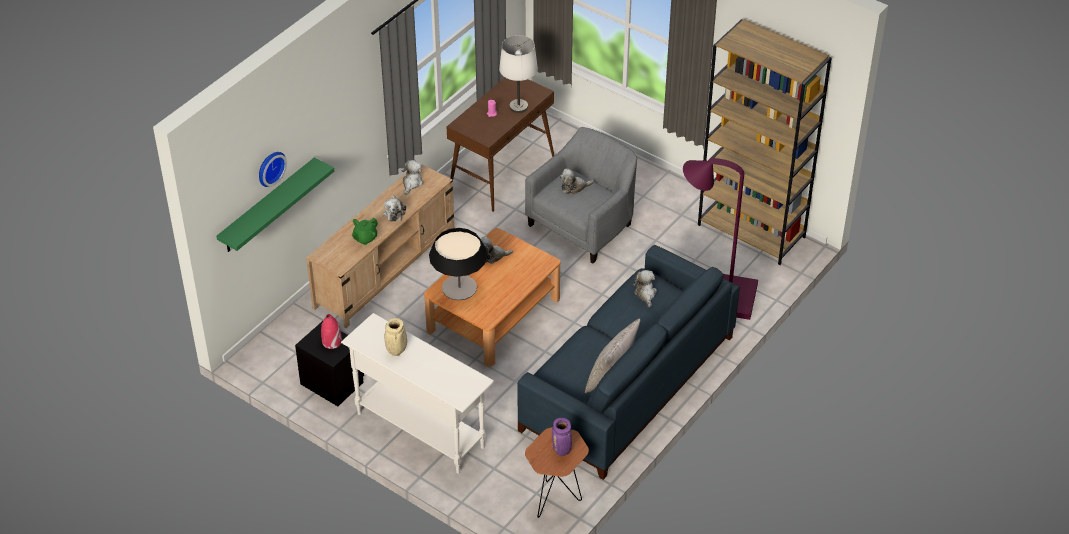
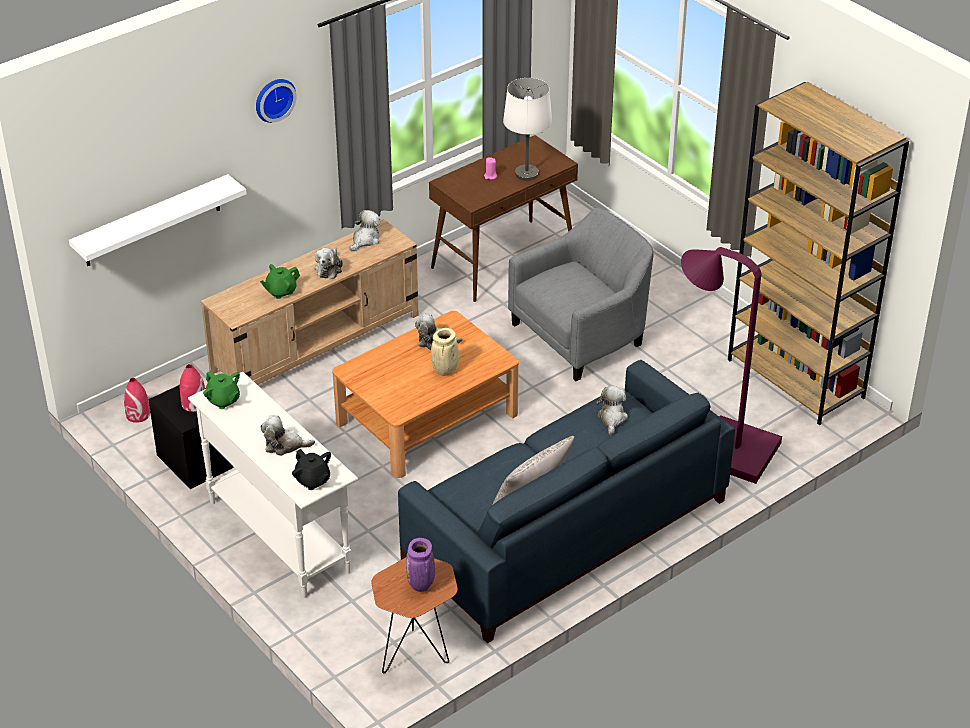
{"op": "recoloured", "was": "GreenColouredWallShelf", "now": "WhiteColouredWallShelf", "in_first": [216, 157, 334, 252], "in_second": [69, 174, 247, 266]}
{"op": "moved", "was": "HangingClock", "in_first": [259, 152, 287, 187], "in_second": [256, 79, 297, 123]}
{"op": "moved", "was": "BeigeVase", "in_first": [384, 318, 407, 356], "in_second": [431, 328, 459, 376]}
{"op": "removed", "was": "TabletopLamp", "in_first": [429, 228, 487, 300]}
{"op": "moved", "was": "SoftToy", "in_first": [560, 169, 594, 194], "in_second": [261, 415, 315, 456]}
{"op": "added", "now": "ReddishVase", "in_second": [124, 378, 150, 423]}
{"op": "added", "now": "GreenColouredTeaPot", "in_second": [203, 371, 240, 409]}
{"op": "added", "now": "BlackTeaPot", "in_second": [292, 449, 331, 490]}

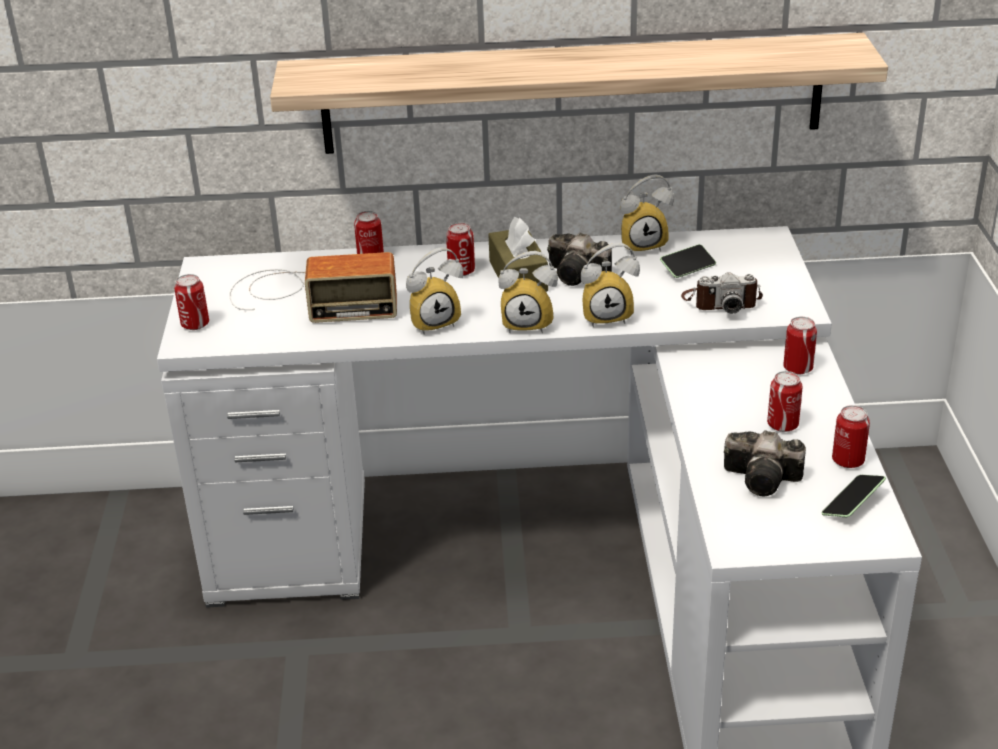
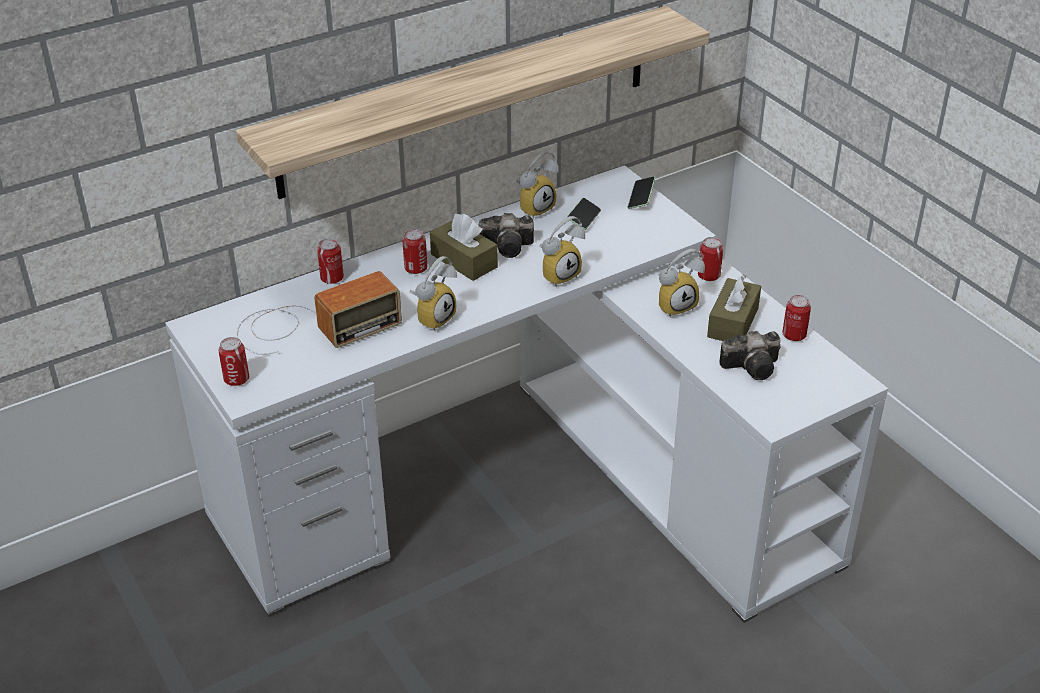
{"op": "moved", "was": "TableClock", "in_first": [498, 251, 558, 333], "in_second": [659, 249, 705, 318]}
{"op": "removed", "was": "StillCamera", "in_first": [681, 272, 763, 314]}
{"op": "replaced", "was": "MetalCan", "now": "BrownishTissueBox", "in_first": [767, 371, 803, 432], "in_second": [707, 274, 761, 341]}
{"op": "moved", "was": "Telephone", "in_first": [822, 475, 886, 517], "in_second": [628, 176, 655, 209]}

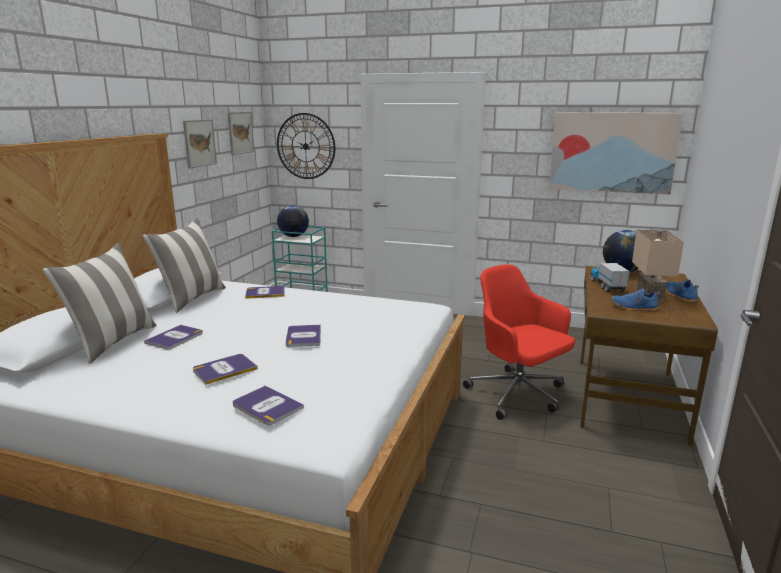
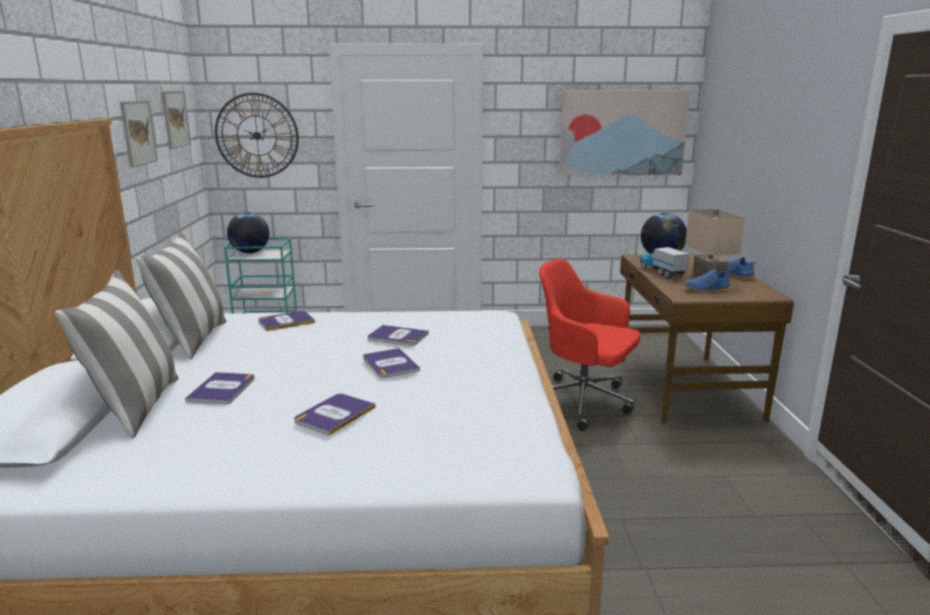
{"op": "moved", "was": "Volume", "in_first": [233, 386, 304, 425], "in_second": [368, 325, 429, 346]}

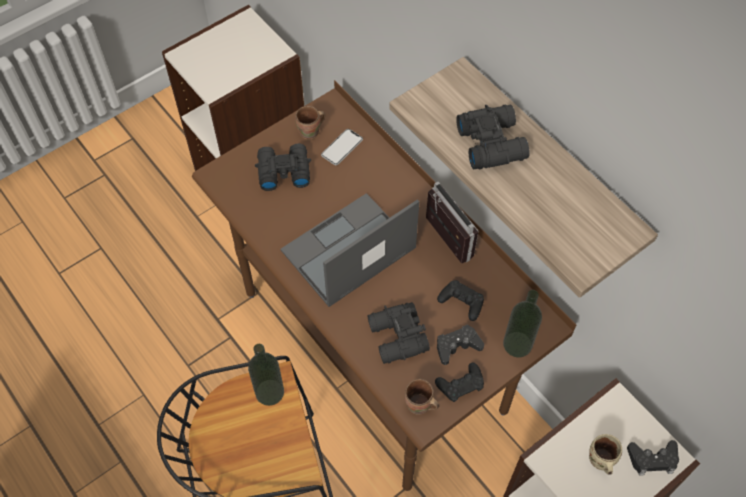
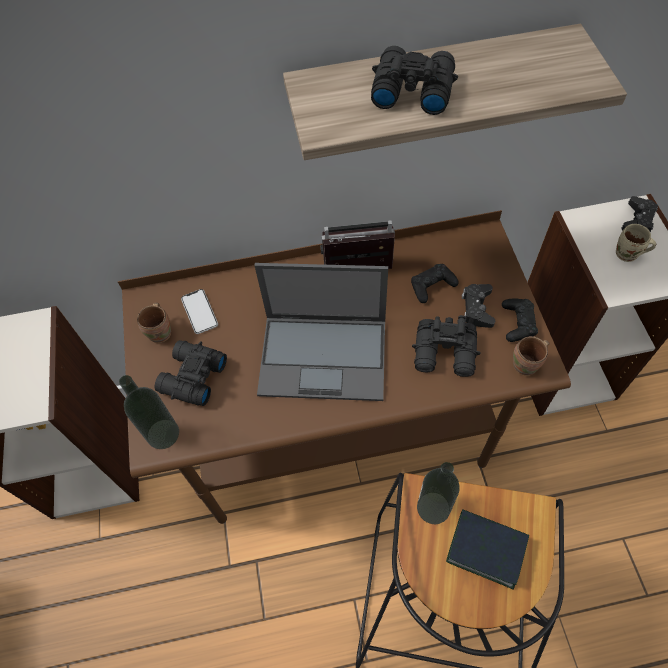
{"op": "turned", "was": "PortableComputer", "in_first": [280, 193, 419, 307], "in_second": [254, 263, 388, 401], "clockwise": -75}
{"op": "moved", "was": "DrinkBottle", "in_first": [503, 290, 542, 357], "in_second": [119, 375, 179, 449]}
{"op": "added", "now": "Volume", "in_second": [446, 509, 529, 590]}

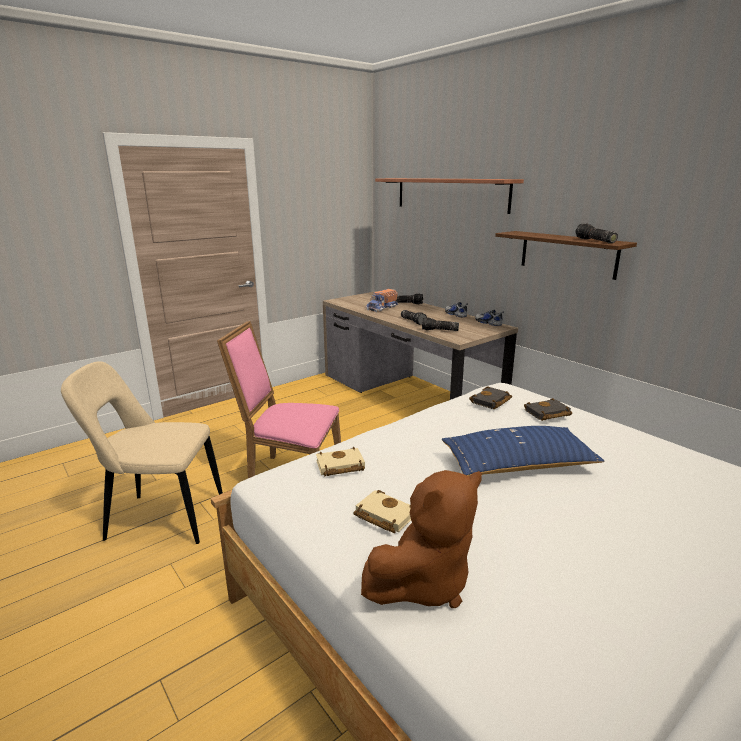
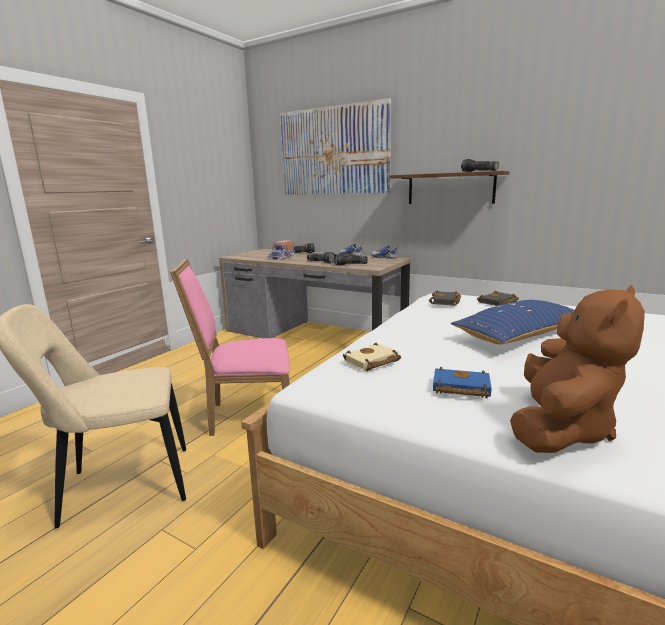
{"op": "recoloured", "was": "BeigeVolume", "now": "BlueColouredVolume", "in_first": [354, 490, 411, 533], "in_second": [433, 367, 492, 398]}
{"op": "replaced", "was": "WallShelf", "now": "Picture", "in_first": [375, 178, 524, 214], "in_second": [280, 98, 391, 195]}

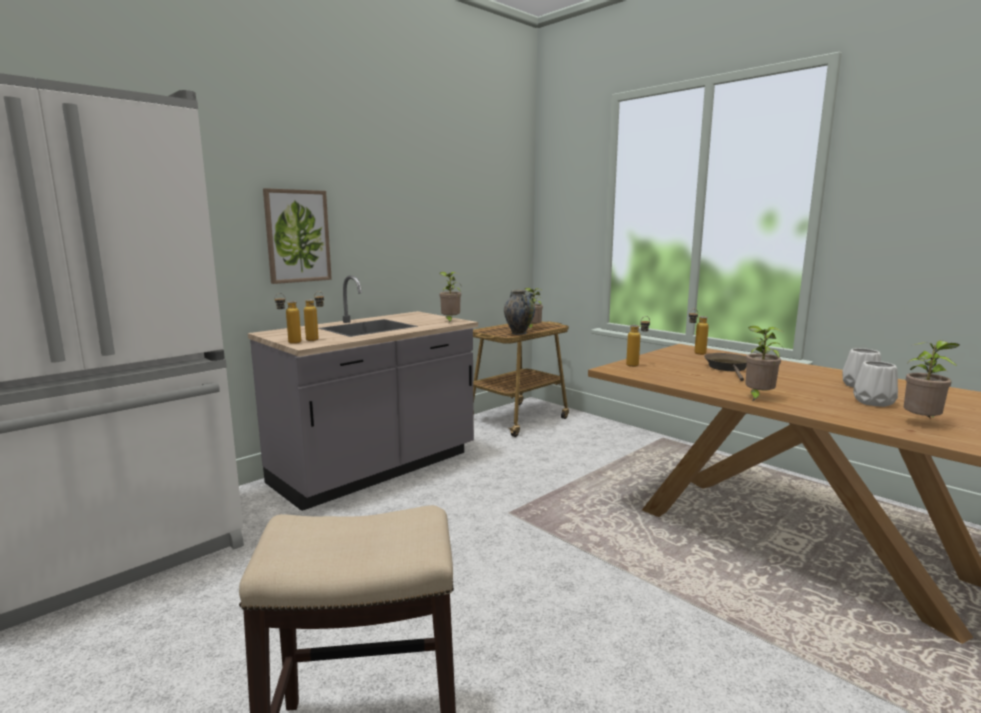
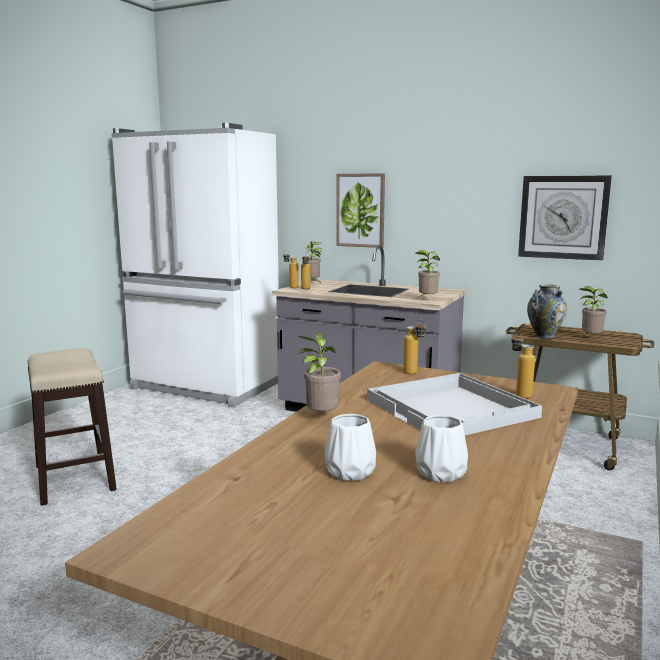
{"op": "replaced", "was": "BrownishSkillet", "now": "WhiteColouredCarryingTray", "in_first": [704, 353, 747, 381], "in_second": [367, 373, 542, 435]}
{"op": "moved", "was": "PottedPlant", "in_first": [904, 340, 959, 419], "in_second": [302, 241, 322, 284]}
{"op": "added", "now": "HangingClock", "in_second": [518, 176, 612, 261]}

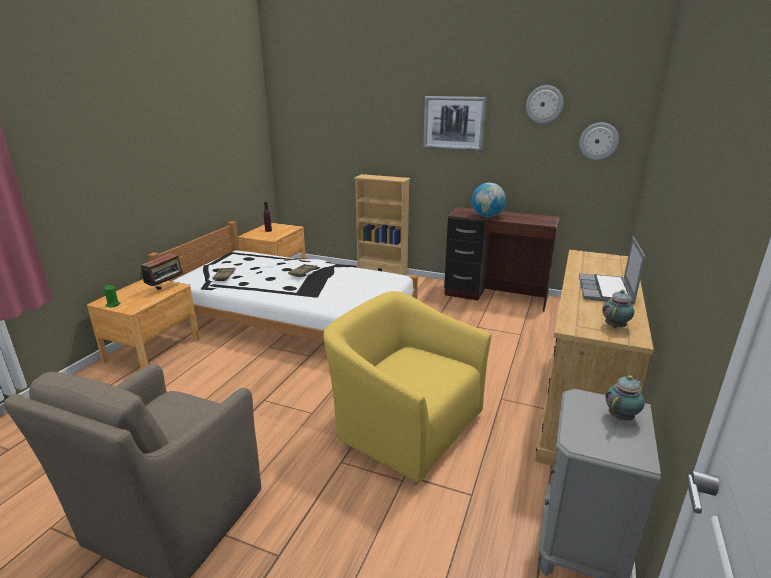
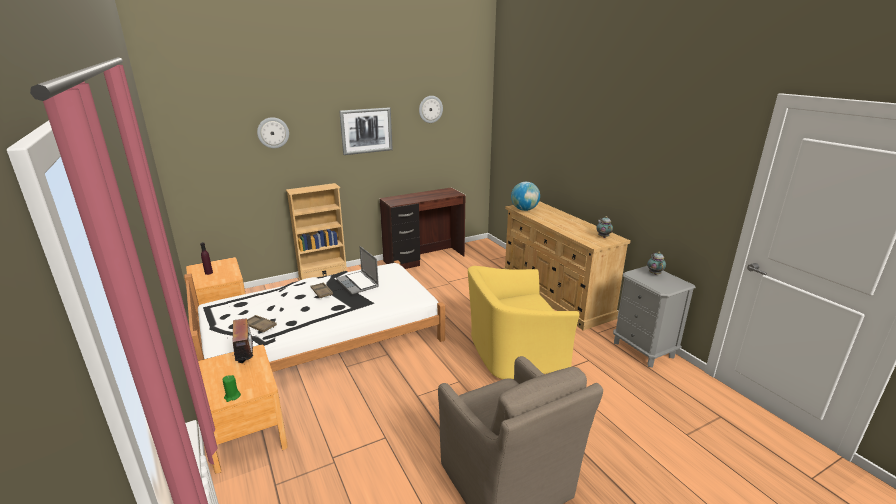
{"op": "moved", "was": "DeskGlobe", "in_first": [471, 183, 506, 217], "in_second": [511, 182, 540, 211]}
{"op": "moved", "was": "HangingClock", "in_first": [579, 122, 619, 160], "in_second": [257, 117, 289, 148]}
{"op": "moved", "was": "PortableComputer", "in_first": [579, 236, 645, 304], "in_second": [336, 246, 379, 294]}

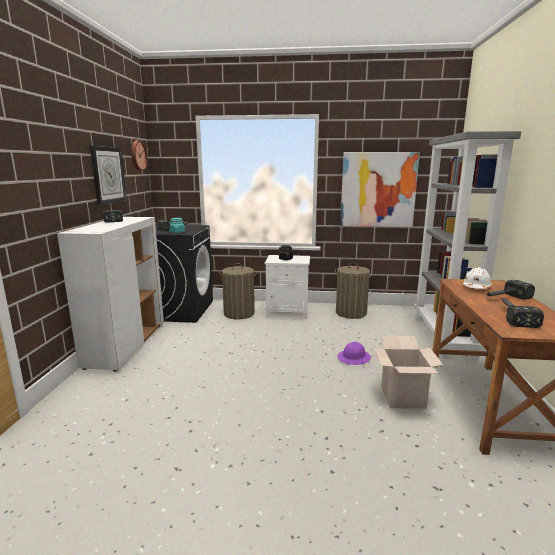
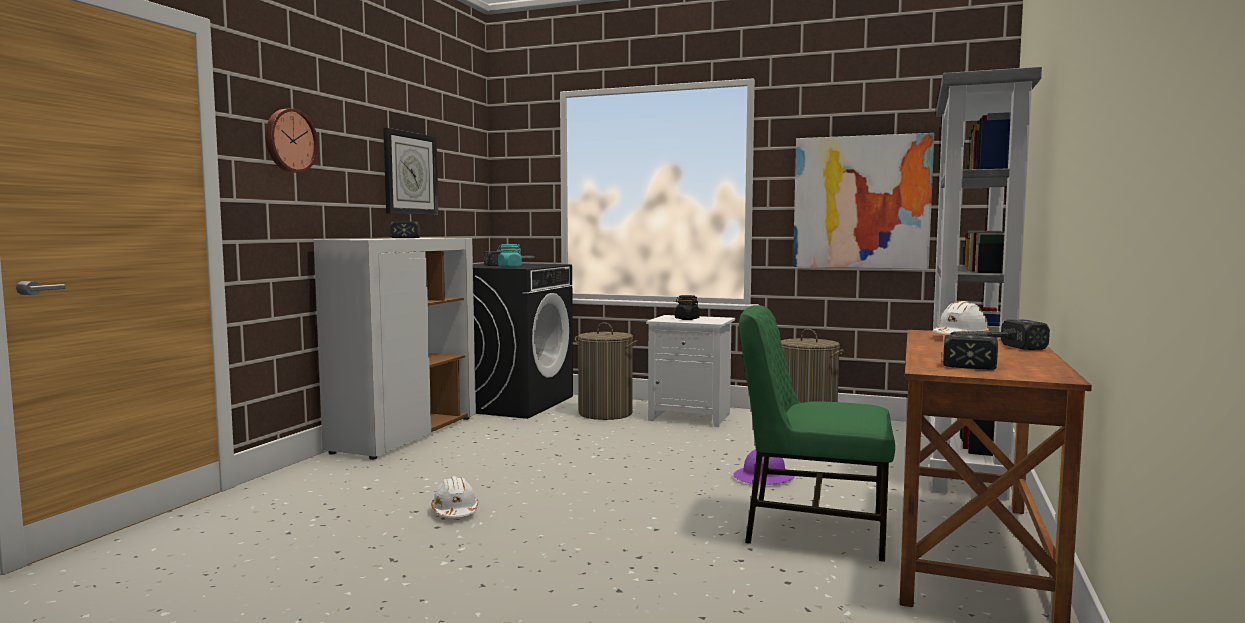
{"op": "moved", "was": "HangingClock", "in_first": [131, 141, 148, 171], "in_second": [265, 108, 318, 173]}
{"op": "replaced", "was": "Carton", "now": "GreenColouredPlainChair", "in_first": [374, 335, 443, 409], "in_second": [739, 305, 895, 562]}
{"op": "added", "now": "WhiteColouredWorkHelmet", "in_second": [431, 476, 478, 518]}

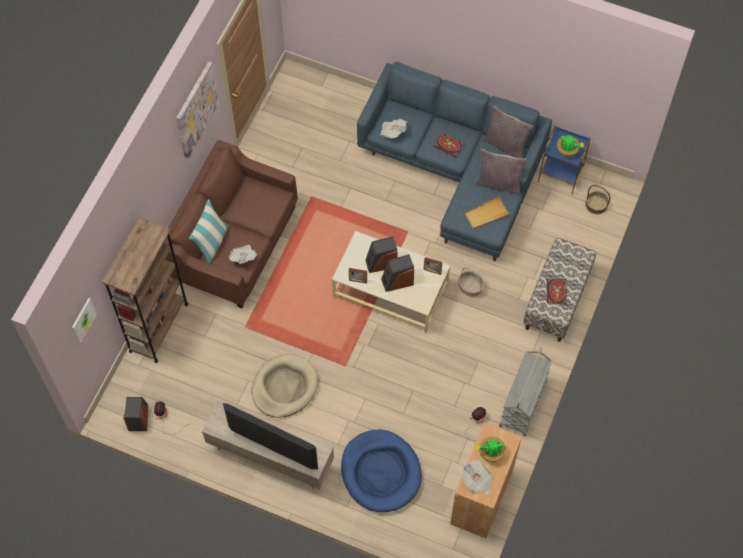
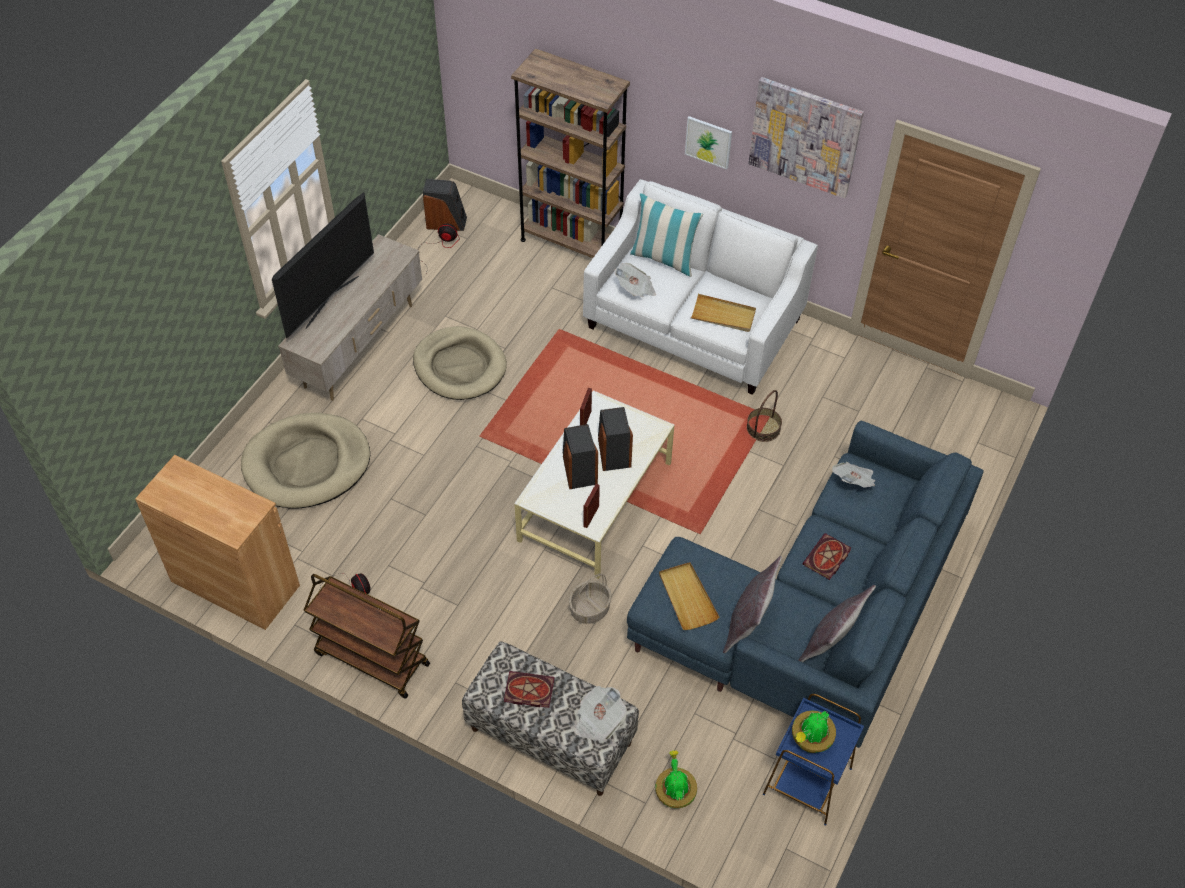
{"op": "moved", "was": "Picture", "in_first": [72, 298, 97, 343], "in_second": [685, 116, 732, 170]}
{"op": "recoloured", "was": "BrownishCouch", "now": "WhiteColouredCouch", "in_first": [164, 140, 298, 308], "in_second": [583, 179, 818, 395]}
{"op": "recoloured", "was": "BlueColouredPetBed", "now": "BeigePetBed", "in_first": [341, 430, 422, 512], "in_second": [241, 413, 370, 508]}
{"op": "moved", "was": "Newspaper", "in_first": [462, 460, 493, 494], "in_second": [574, 686, 627, 744]}
{"op": "moved", "was": "PottedPlant", "in_first": [475, 437, 506, 462], "in_second": [655, 750, 697, 808]}
{"op": "recoloured", "was": "GrayWheeledCart", "now": "BrownishWheeledCart", "in_first": [499, 347, 552, 436], "in_second": [303, 574, 430, 699]}
{"op": "moved", "was": "HouseholdBasket", "in_first": [585, 185, 610, 214], "in_second": [747, 390, 782, 442]}
{"op": "added", "now": "BeigeCarryingTray", "in_second": [691, 294, 756, 332]}

